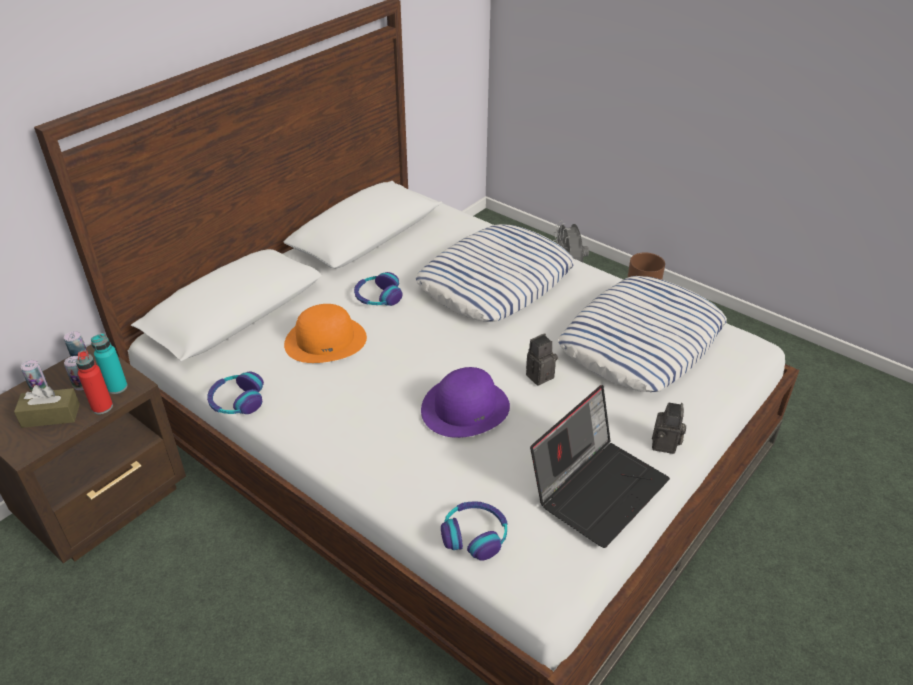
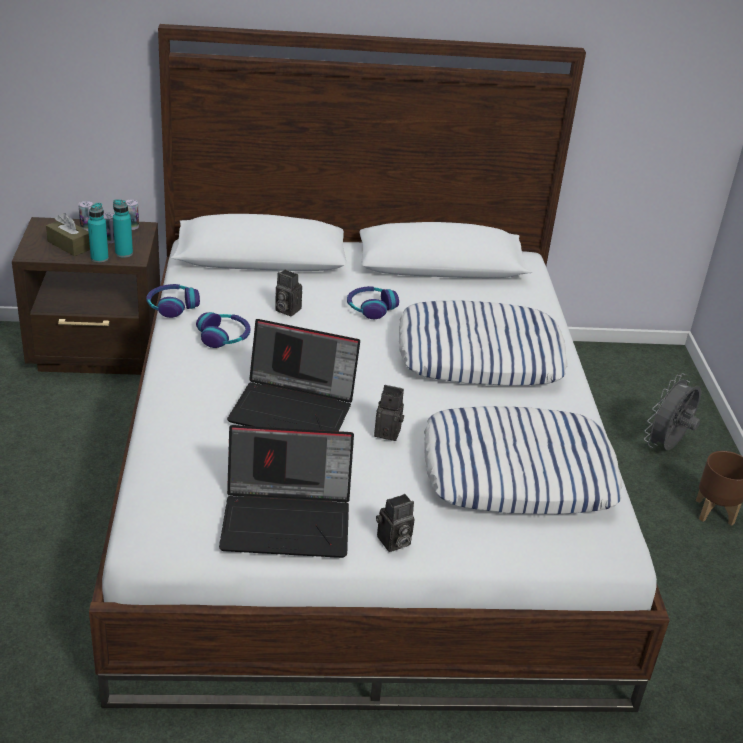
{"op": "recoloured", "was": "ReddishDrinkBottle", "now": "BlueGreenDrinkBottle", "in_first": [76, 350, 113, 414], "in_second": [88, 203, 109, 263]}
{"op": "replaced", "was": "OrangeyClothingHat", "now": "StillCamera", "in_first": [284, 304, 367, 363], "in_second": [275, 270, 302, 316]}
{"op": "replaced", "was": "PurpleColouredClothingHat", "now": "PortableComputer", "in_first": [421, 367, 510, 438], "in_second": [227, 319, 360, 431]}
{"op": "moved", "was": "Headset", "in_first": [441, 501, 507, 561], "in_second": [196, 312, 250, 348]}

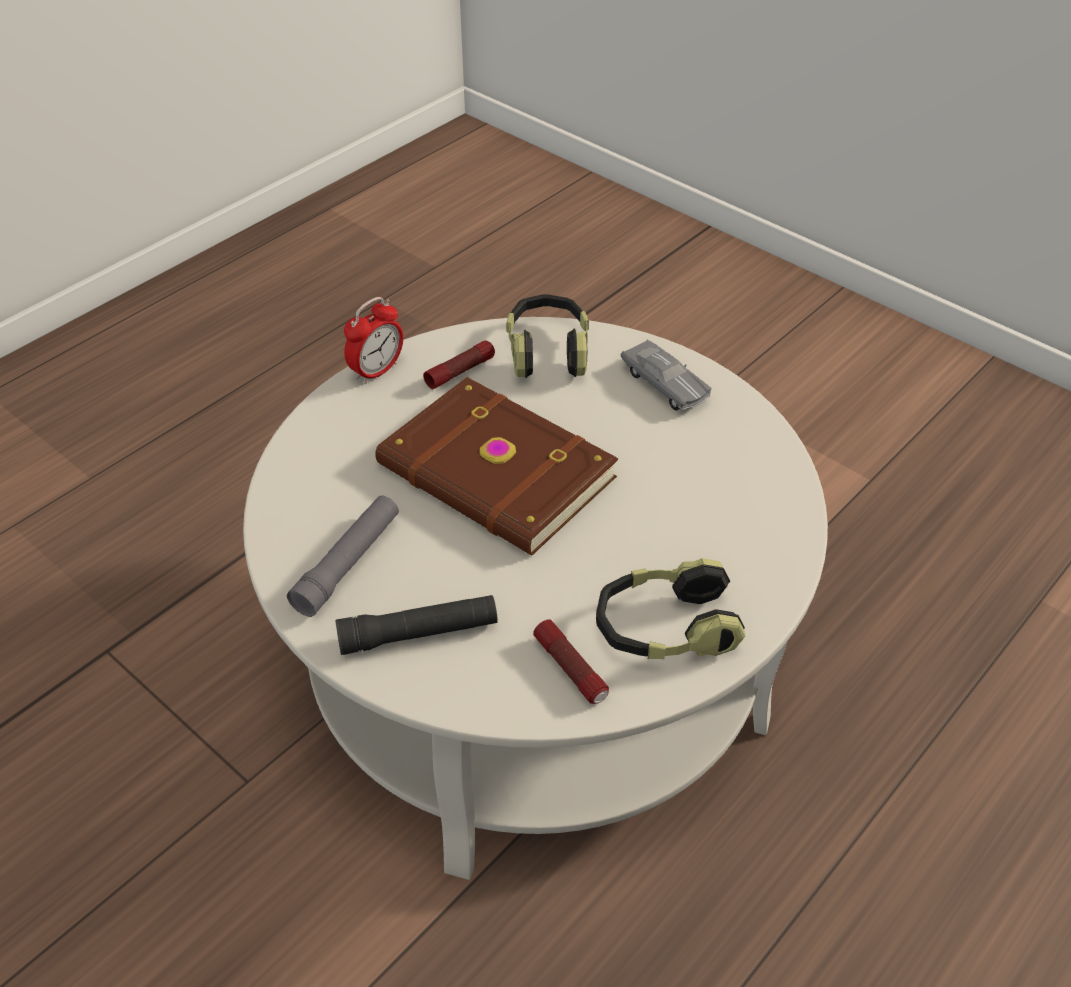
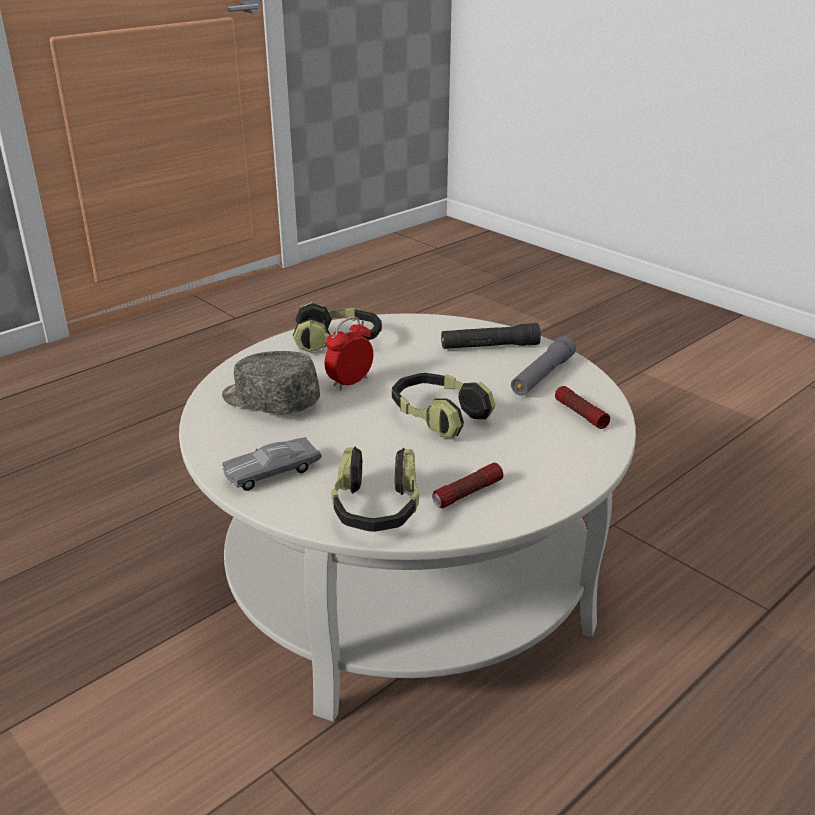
{"op": "moved", "was": "TableClock", "in_first": [344, 297, 403, 384], "in_second": [325, 317, 373, 390]}
{"op": "replaced", "was": "BrownishVolume", "now": "Headset", "in_first": [375, 377, 618, 556], "in_second": [392, 373, 495, 438]}
{"op": "moved", "was": "Flashlight", "in_first": [533, 619, 609, 704], "in_second": [555, 386, 610, 429]}
{"op": "turned", "was": "GrayToyCar", "in_first": [621, 340, 711, 410], "in_second": [222, 437, 322, 491], "clockwise": -90}
{"op": "added", "now": "GrayBaseballCap", "in_second": [222, 351, 320, 414]}

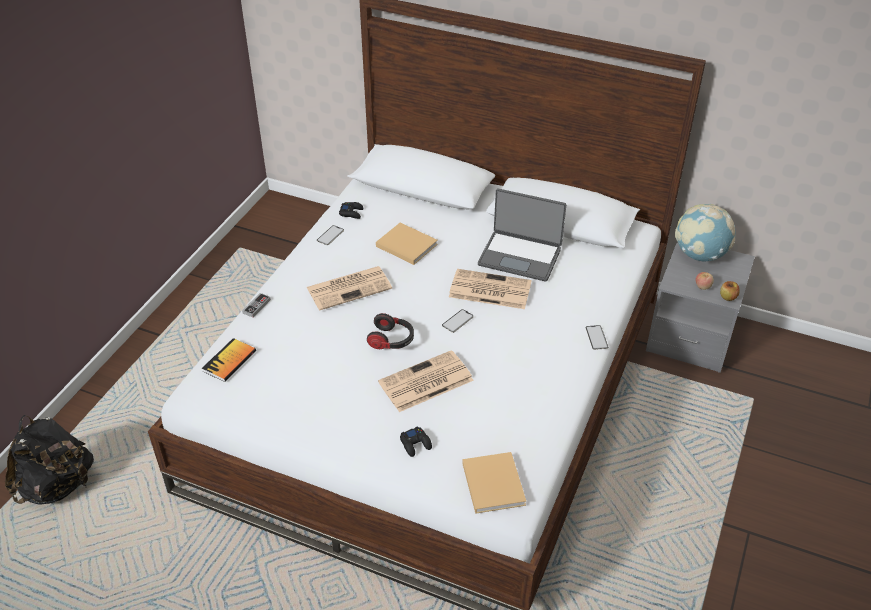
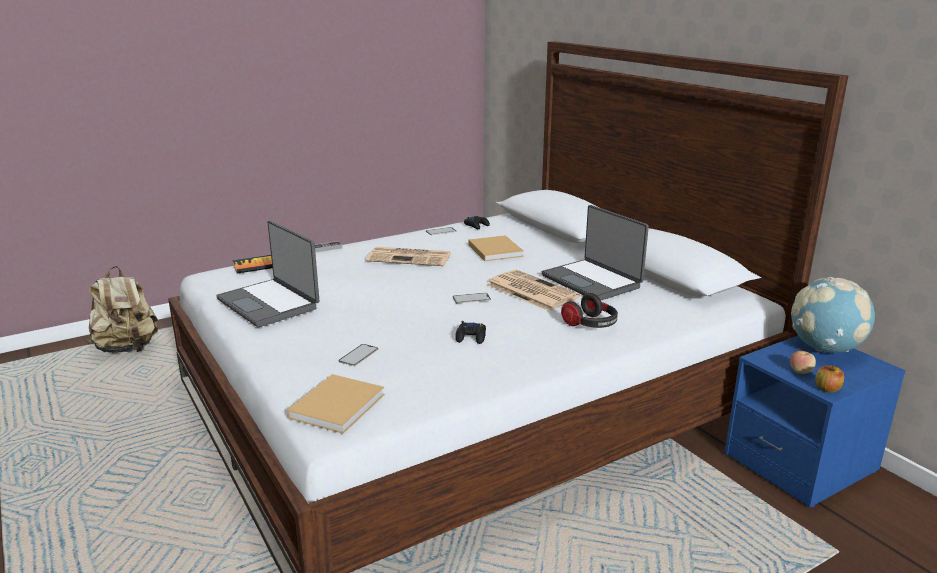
{"op": "recoloured", "was": "BlackRucksack", "now": "BeigeRucksack", "in_first": [5, 415, 94, 505], "in_second": [86, 266, 158, 353]}
{"op": "moved", "was": "Headset", "in_first": [367, 313, 414, 349], "in_second": [561, 293, 618, 328]}
{"op": "removed", "was": "Newspaper", "in_first": [378, 350, 474, 412]}
{"op": "moved", "was": "BlackGameController", "in_first": [400, 426, 432, 457], "in_second": [455, 321, 486, 344]}
{"op": "moved", "was": "Telephone", "in_first": [586, 325, 608, 350], "in_second": [338, 344, 378, 366]}
{"op": "recoloured", "was": "GrayNightstand", "now": "BlueColouredNightstand", "in_first": [646, 242, 755, 373], "in_second": [724, 335, 906, 508]}
{"op": "added", "now": "PortableComputer", "in_second": [216, 220, 319, 327]}

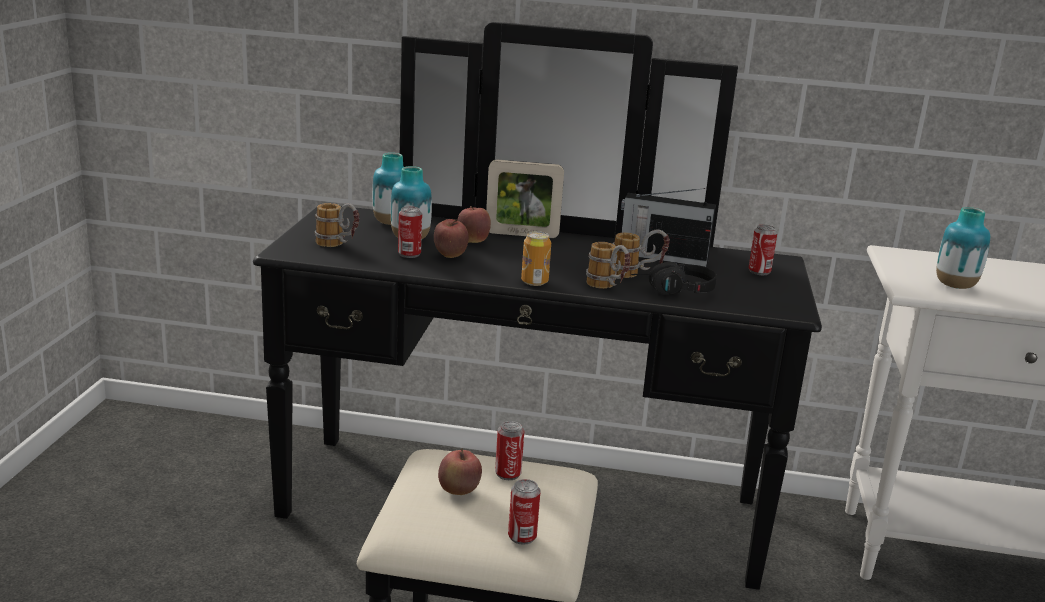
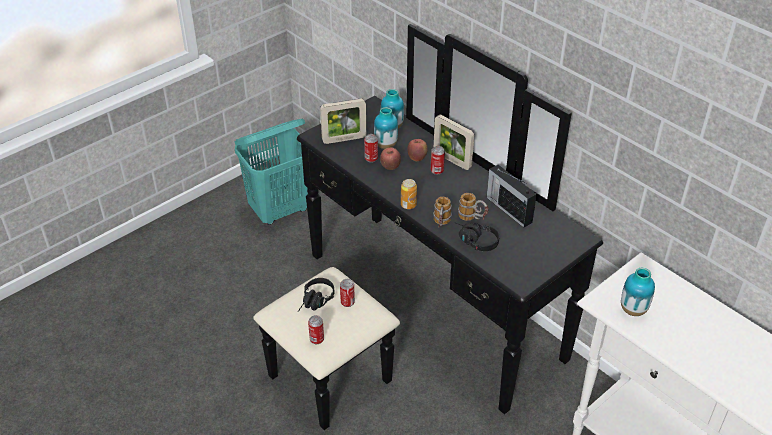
{"op": "replaced", "was": "Mug", "now": "StandingFrame", "in_first": [315, 203, 359, 247], "in_second": [320, 99, 366, 144]}
{"op": "replaced", "was": "Apple", "now": "BlackHeadset", "in_first": [438, 448, 482, 495], "in_second": [298, 278, 335, 312]}
{"op": "moved", "was": "MetalCan", "in_first": [749, 225, 778, 275], "in_second": [431, 146, 445, 175]}
{"op": "added", "now": "BlueGreenWashingBasket", "in_second": [234, 118, 308, 225]}

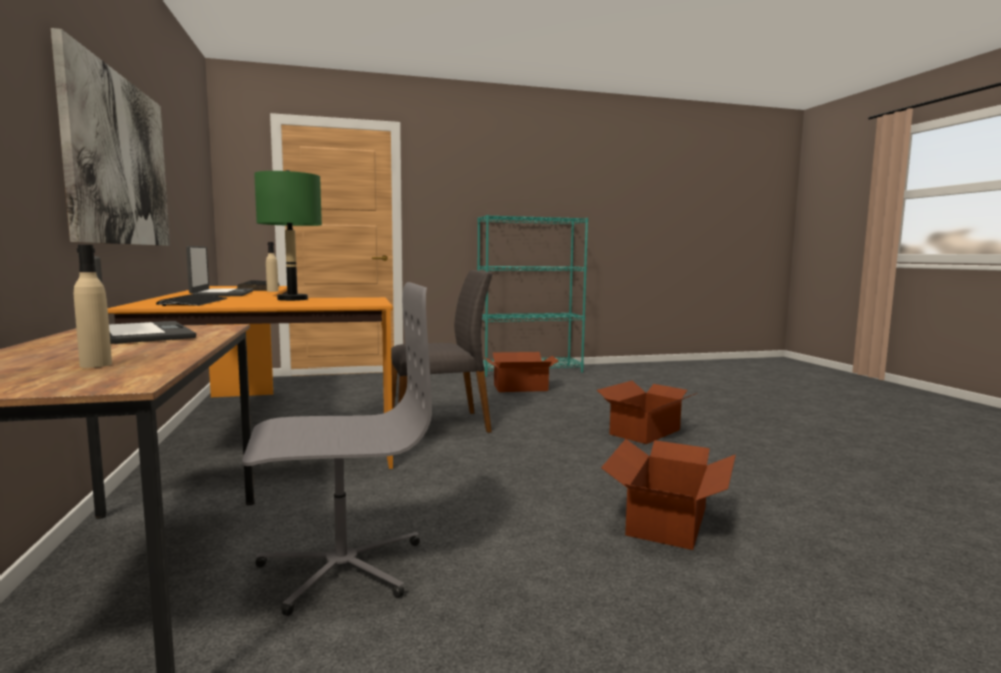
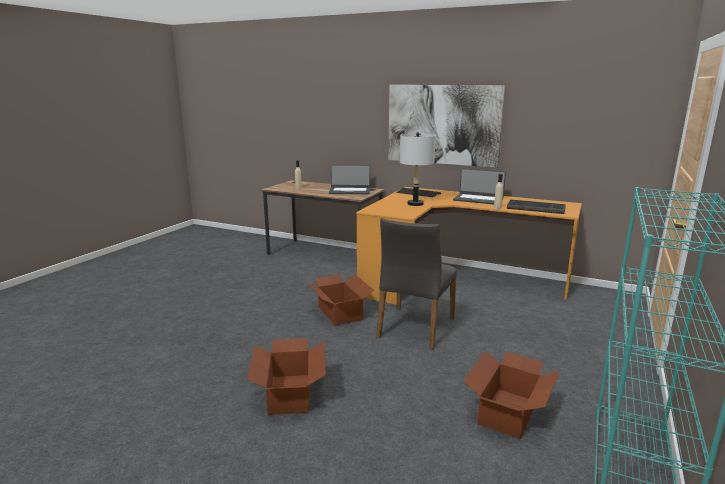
{"op": "removed", "was": "GrayDeskChair", "in_first": [242, 282, 432, 616]}
{"op": "recoloured", "was": "GreenColouredTabletopLamp", "now": "GrayTabletopLamp", "in_first": [254, 170, 322, 301], "in_second": [400, 132, 436, 206]}
{"op": "moved", "was": "Carton", "in_first": [601, 439, 736, 550], "in_second": [307, 274, 374, 326]}

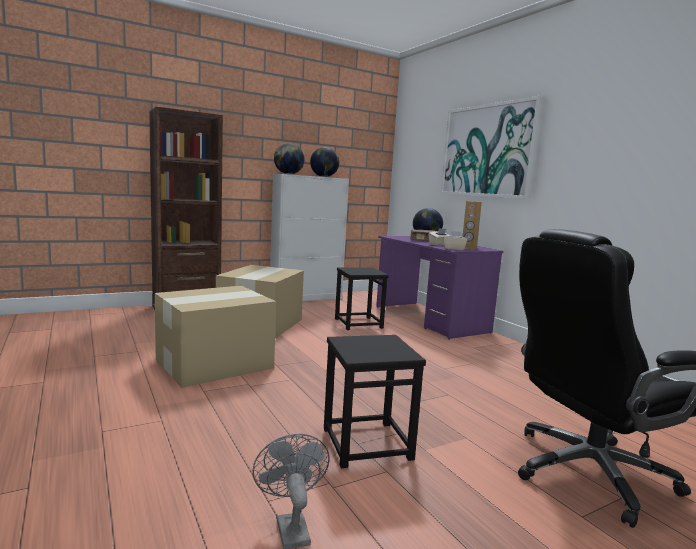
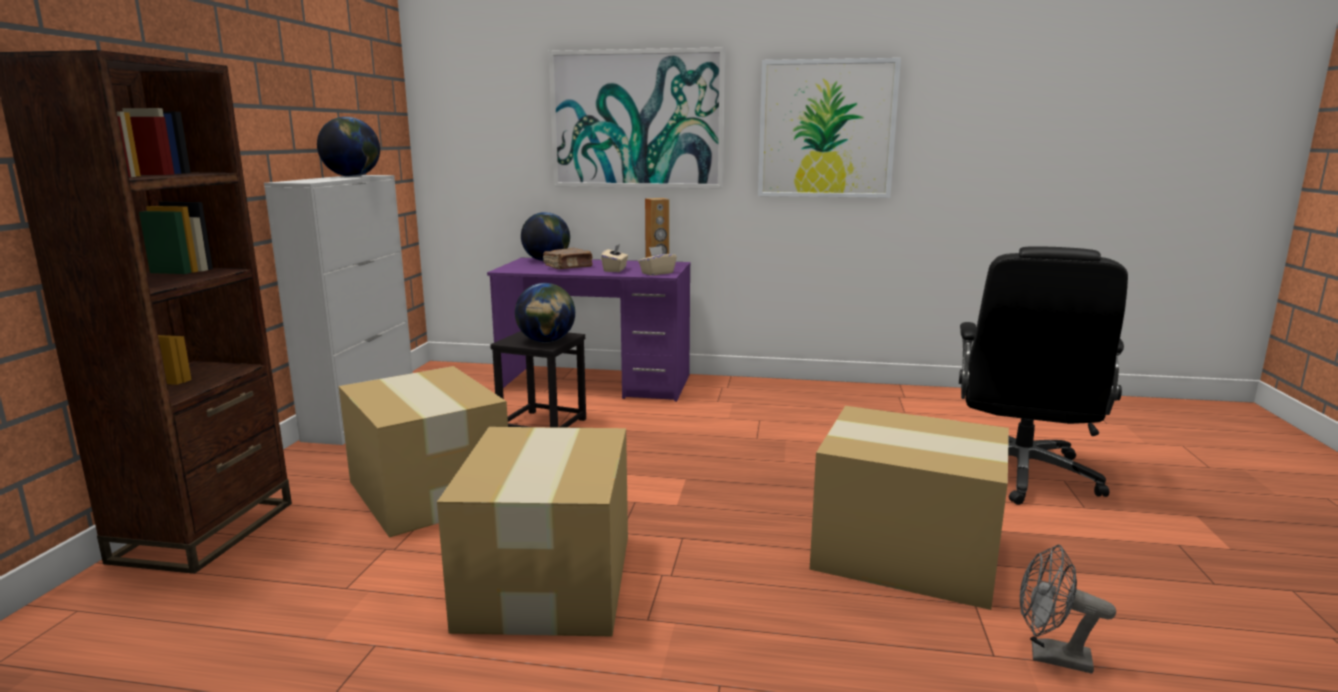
{"op": "moved", "was": "DeskGlobe", "in_first": [274, 143, 305, 174], "in_second": [515, 283, 575, 342]}
{"op": "replaced", "was": "BlackSittingStool", "now": "Carton", "in_first": [324, 335, 426, 468], "in_second": [810, 406, 1009, 610]}
{"op": "added", "now": "Picture", "in_second": [758, 58, 901, 198]}

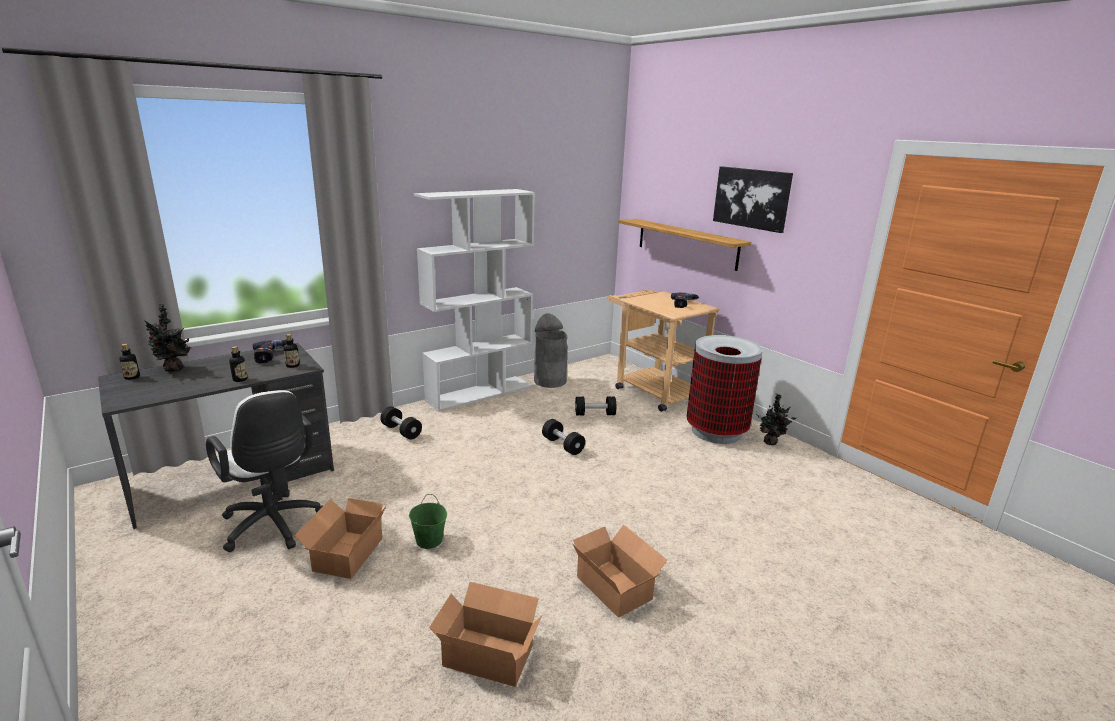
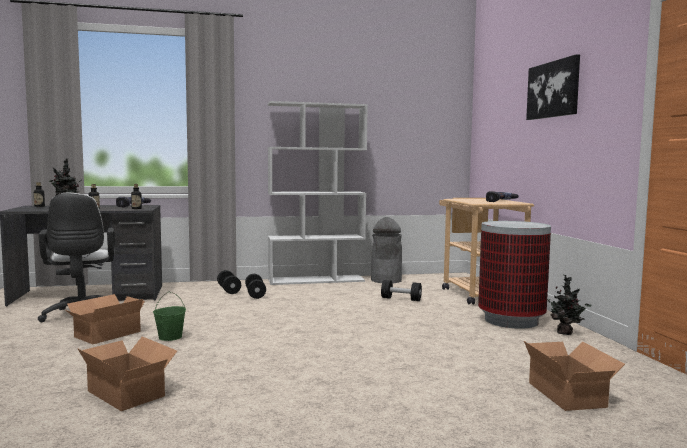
{"op": "moved", "was": "BlackHandWeight", "in_first": [542, 419, 585, 455], "in_second": [245, 274, 266, 299]}
{"op": "moved", "was": "Carton", "in_first": [572, 524, 667, 617], "in_second": [524, 341, 625, 411]}
{"op": "removed", "was": "WallShelf", "in_first": [618, 219, 751, 271]}

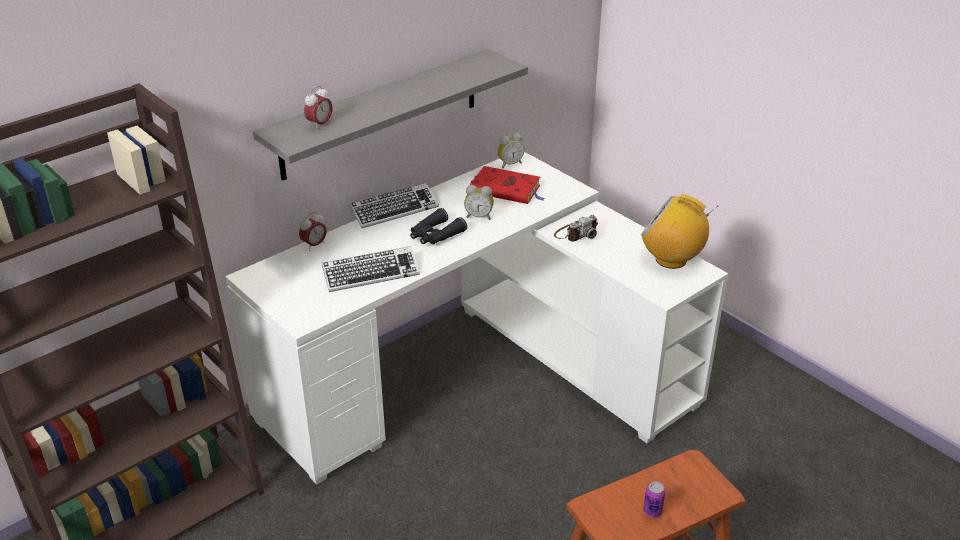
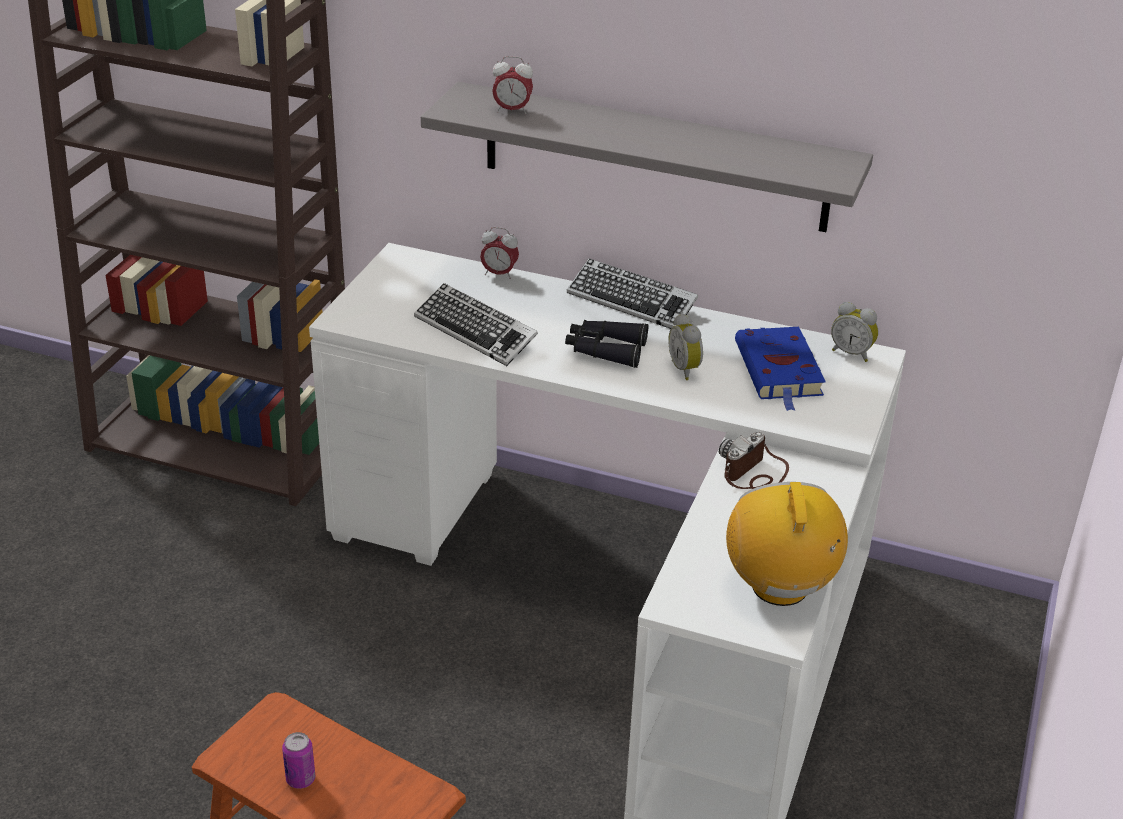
{"op": "recoloured", "was": "ReddishVolume", "now": "BlueColouredVolume", "in_first": [470, 166, 545, 204], "in_second": [735, 327, 826, 411]}
{"op": "turned", "was": "StillCamera", "in_first": [554, 215, 598, 242], "in_second": [719, 431, 789, 489], "clockwise": 105}

